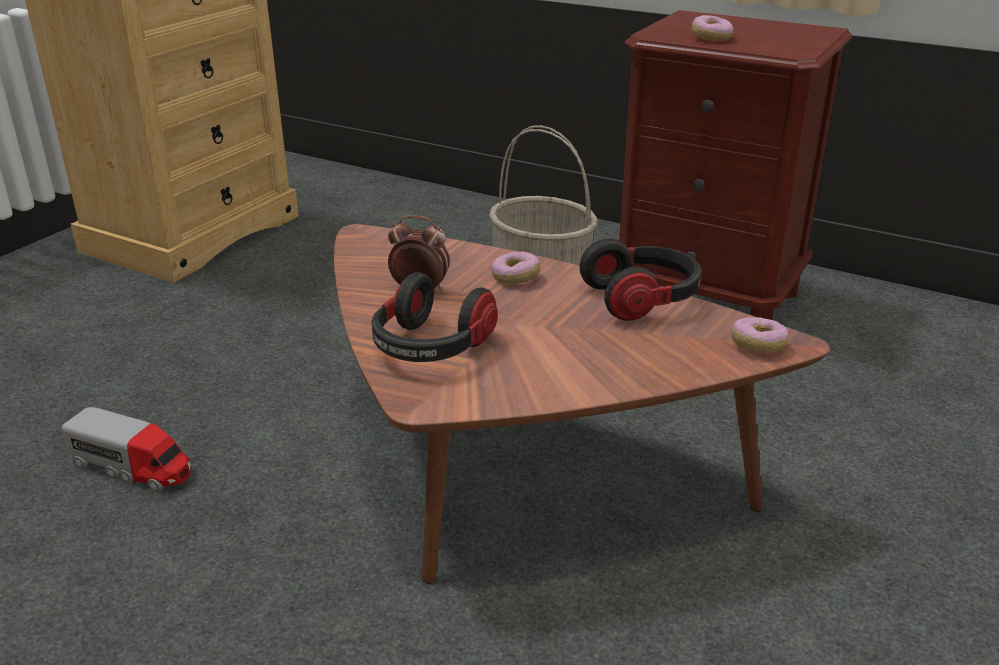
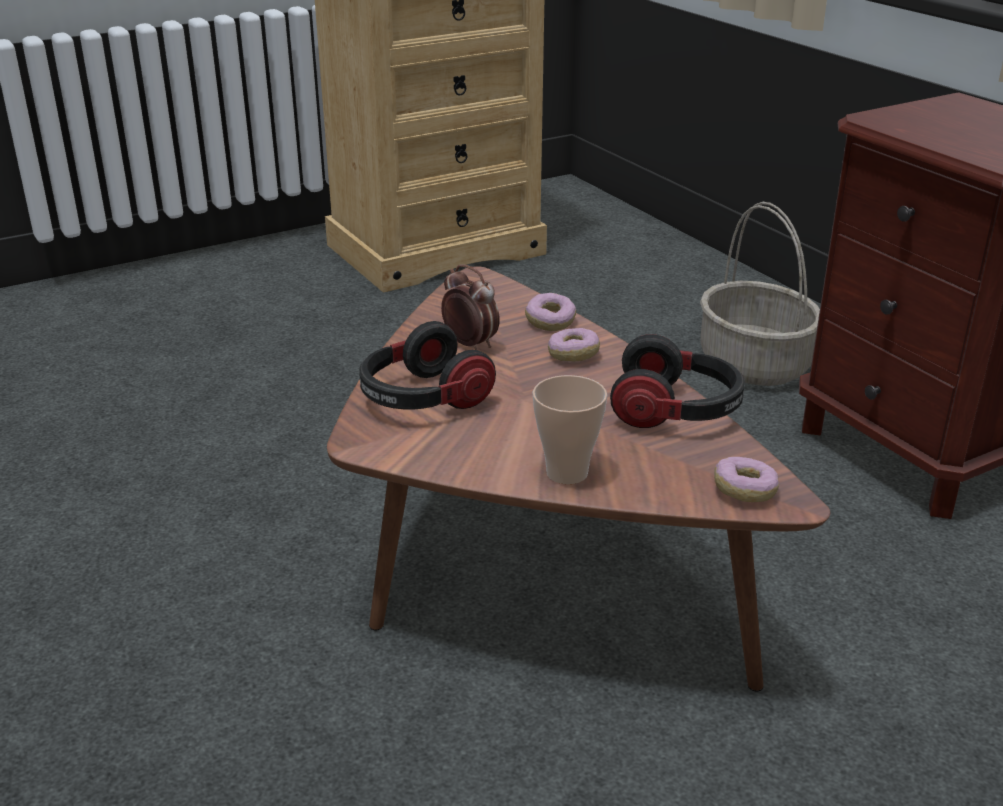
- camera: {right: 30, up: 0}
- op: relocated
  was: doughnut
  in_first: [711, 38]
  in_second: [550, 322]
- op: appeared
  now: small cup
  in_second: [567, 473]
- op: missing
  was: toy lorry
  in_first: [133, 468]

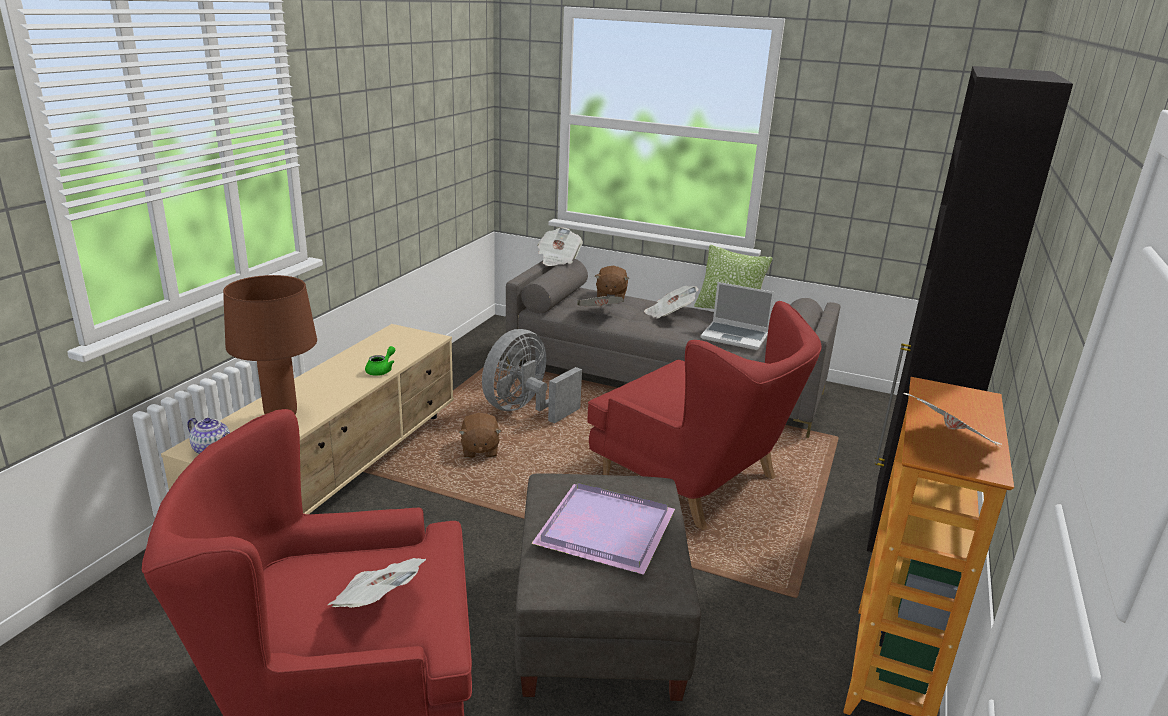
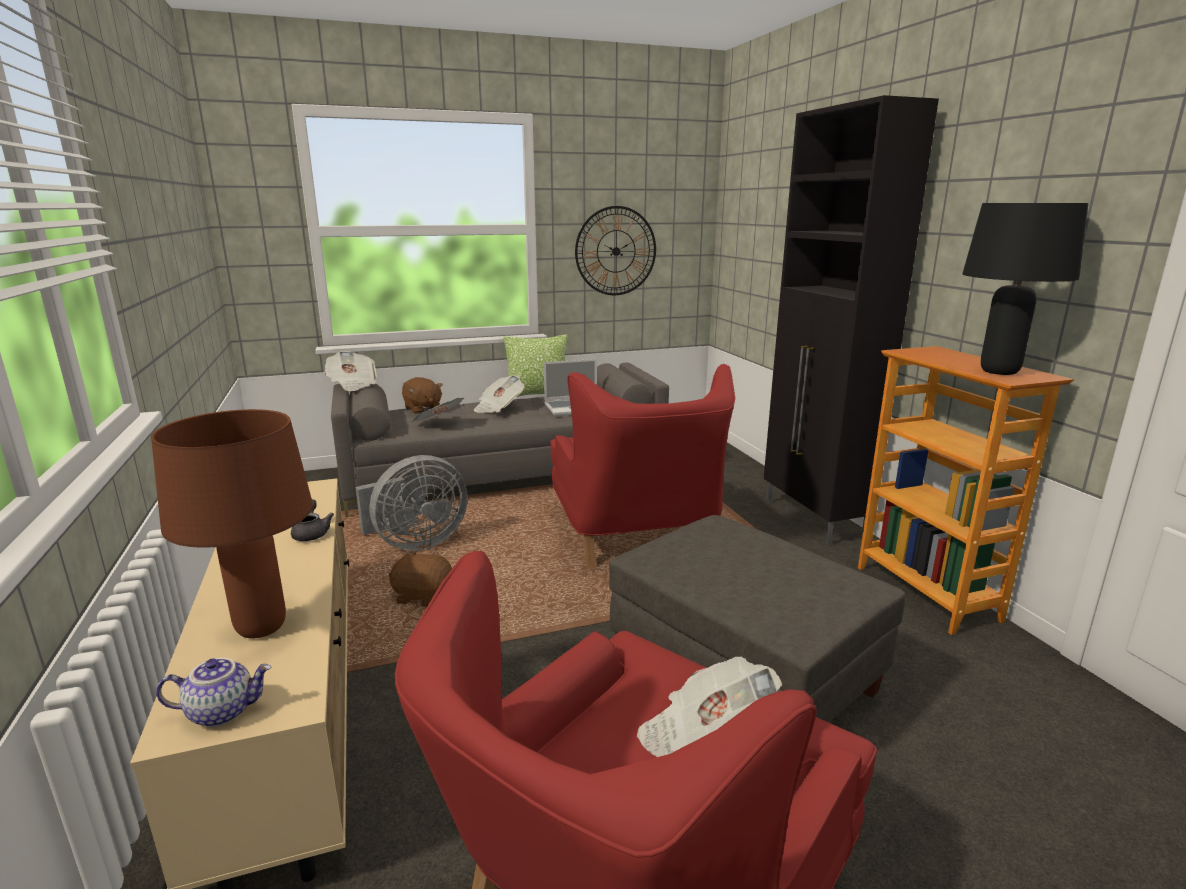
- camera: {right: -40, up: -5}
- op: colour
  was: pot for tea/green-coloured
  now: pot for tea/grey
  in_first: [381, 370]
  in_second: [312, 533]
- op: spun
  was: electric fan/grey
  in_first: [525, 409]
  in_second: [415, 543]
  clockwise: -120
- op: spun
  was: cuddly toy/brown-coloured
  in_first: [479, 450]
  in_second: [422, 596]
  clockwise: 150
- op: spun
  was: lounge chair/red
  in_first: [693, 480]
  in_second: [636, 536]
  clockwise: 75
- op: appeared
  now: clock on the wall
  in_second: [616, 251]
- op: exchanged
  was: printed paper
  now: tabletop lamp/black
  in_first: [950, 445]
  in_second: [999, 371]
- op: missing
  was: carrying tray/purple-coloured
  in_first: [602, 530]

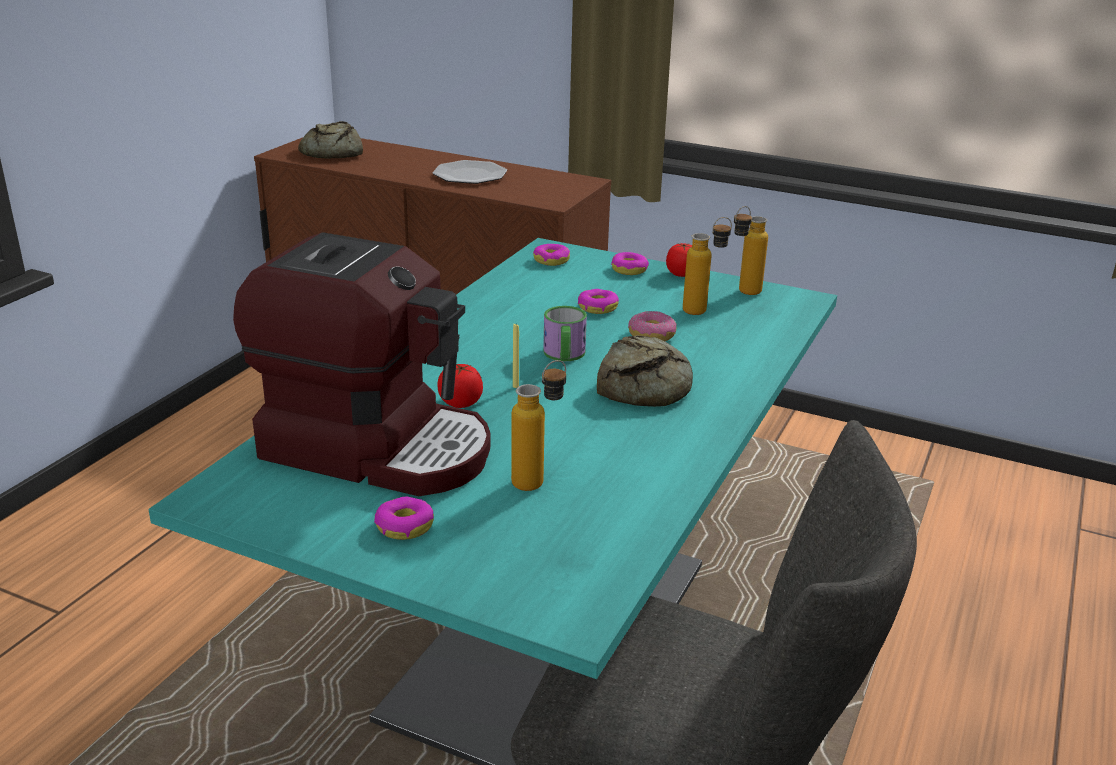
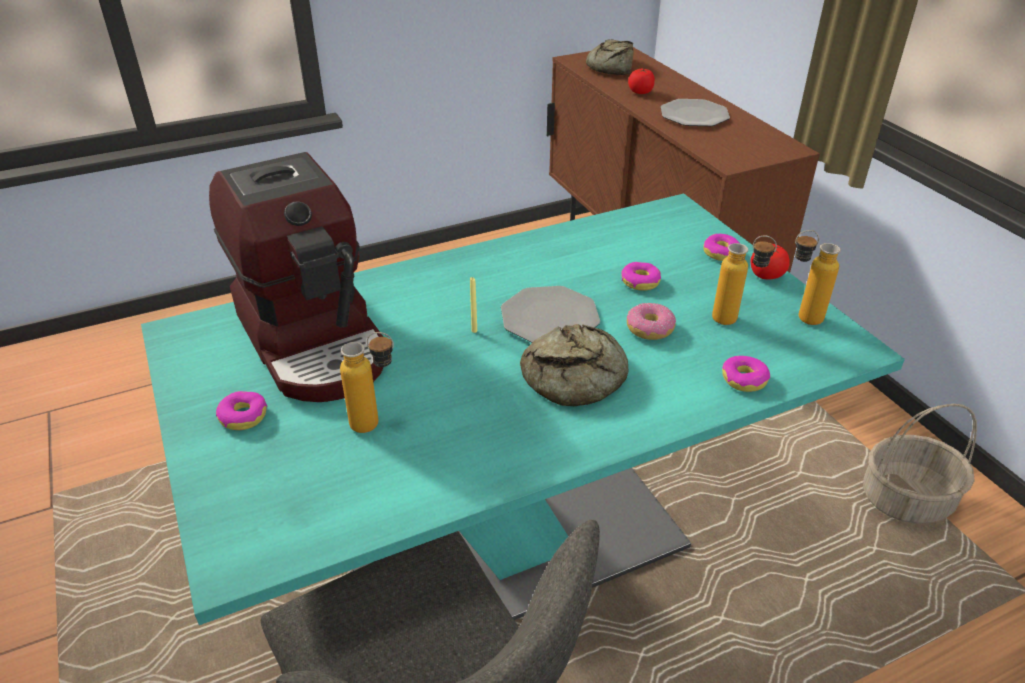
- camera: {right: 40, up: 10}
- op: exchanged
  was: mug
  now: plate
  in_first: [564, 355]
  in_second: [549, 318]
- op: relocated
  was: fresh tomato
  in_first: [460, 402]
  in_second: [640, 92]
- op: relocated
  was: doughnut
  in_first: [551, 260]
  in_second: [744, 379]
- op: appeared
  now: storage basket
  in_second: [906, 500]

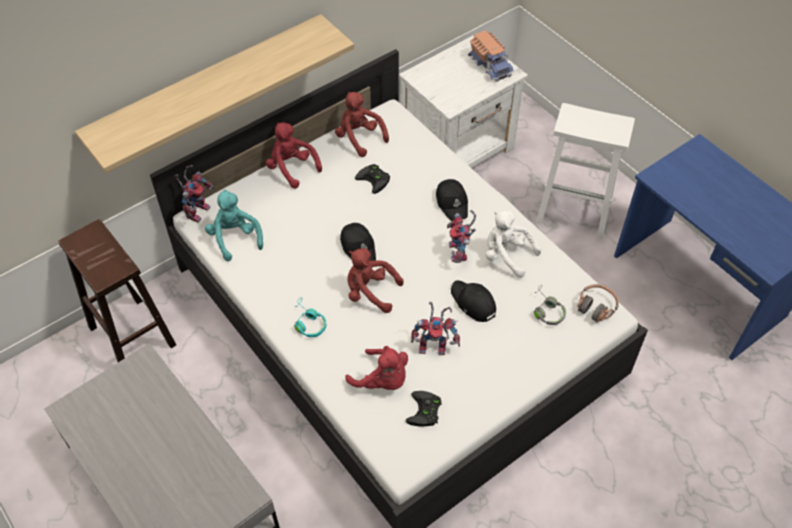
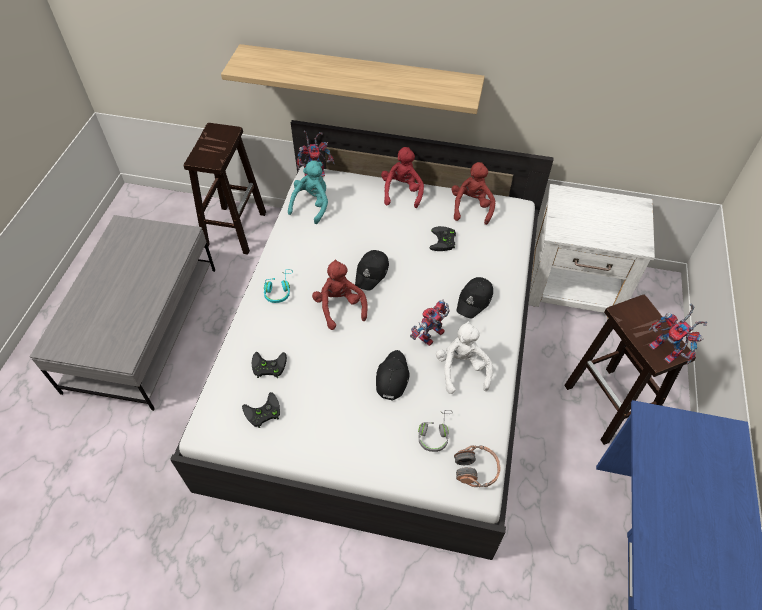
- camera: {right: 50, up: 0}
- op: exchanged
  was: cuddly toy/red
  now: gamepad/black
  in_first: [382, 380]
  in_second: [267, 367]
- op: colour
  was: stool/white-coloured
  now: stool/brown-coloured
  in_first: [575, 211]
  in_second: [608, 405]
- op: relocated
  was: toy robot
  in_first: [435, 345]
  in_second: [667, 351]
- op: missing
  was: toy lorry
  in_first: [490, 65]

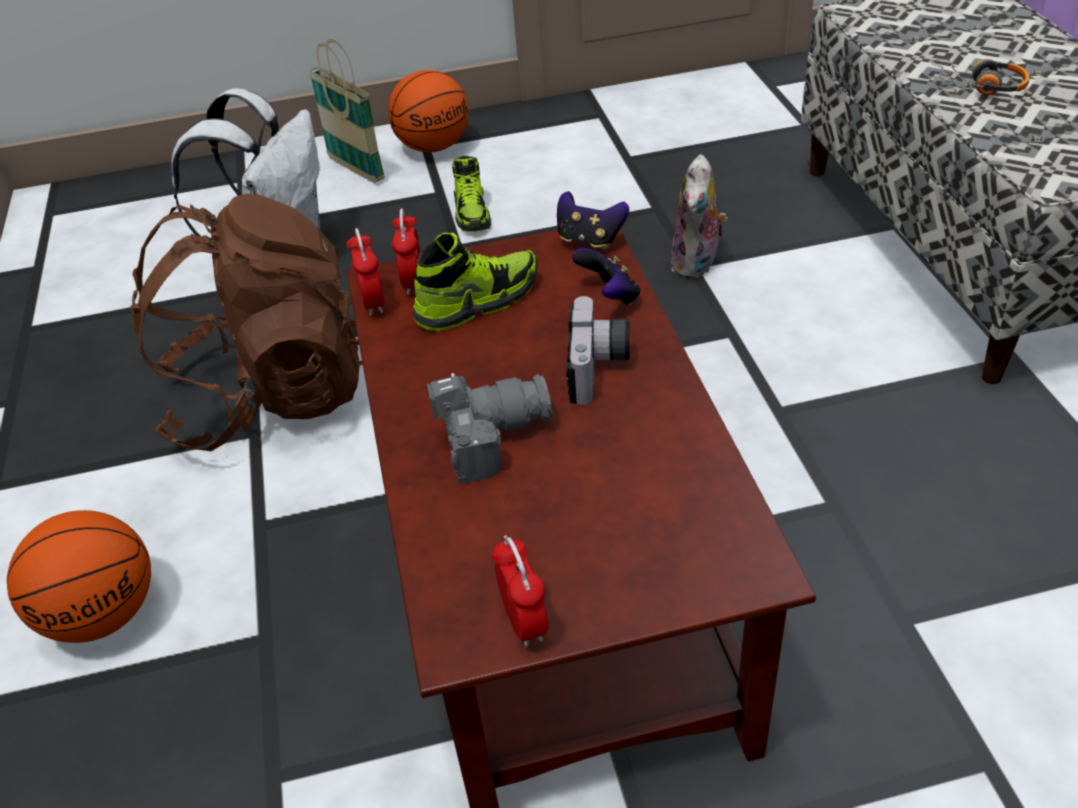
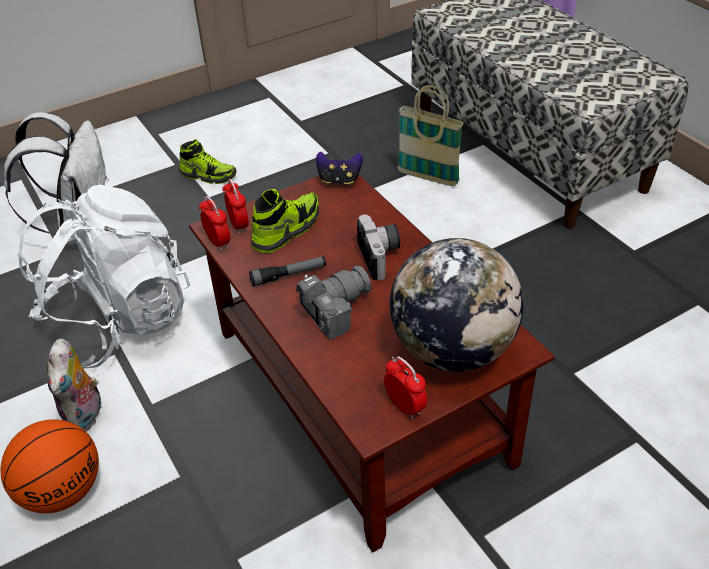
- camera: {right: -20, up: 0}
- op: colour
  was: rucksack/brown-coloured
  now: rucksack/white-coloured
  in_first: [271, 395]
  in_second: [118, 322]
- op: relocated
  was: cuddly toy
  in_first: [697, 264]
  in_second: [86, 416]
- op: spun
  was: low shoe
  in_first: [472, 213]
  in_second: [208, 175]
  clockwise: -45
- op: appeared
  now: hand torch
  in_second: [289, 275]
- op: appeared
  now: world globe
  in_second: [452, 349]
- op: relocated
  was: storage basket
  in_first: [356, 169]
  in_second: [428, 177]
- op: missing
  was: basketball
  in_first: [434, 146]
- op: missing
  was: gamepad
  in_first: [609, 296]
- op: missing
  was: headphones
  in_first: [977, 88]

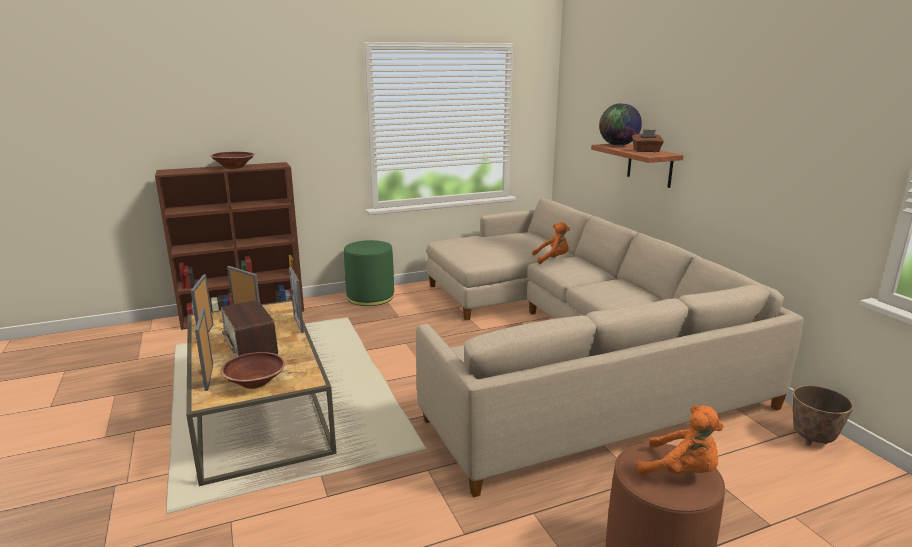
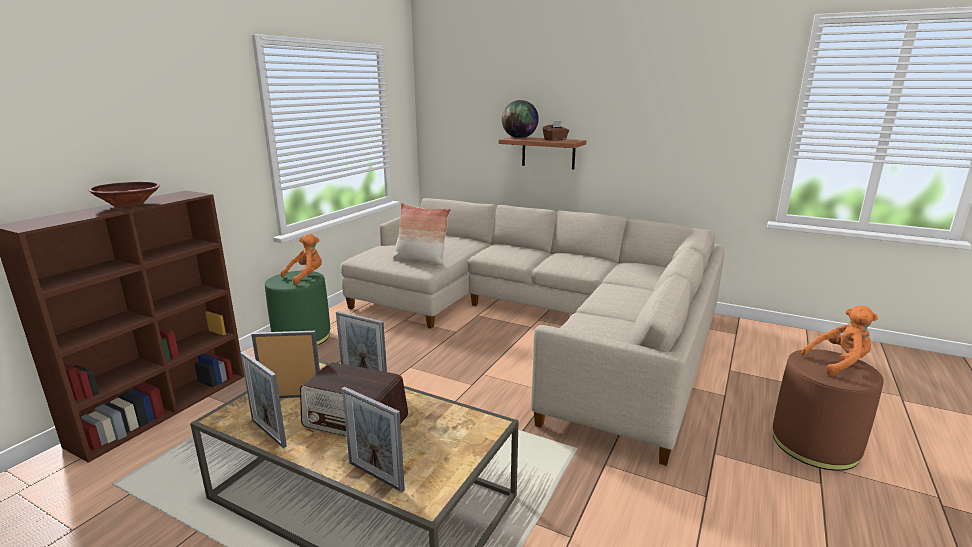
- camera: {right: -40, up: 0}
- op: relocated
  was: cuddly toy/orange-coloured
  in_first: [552, 259]
  in_second: [306, 276]
- op: appeared
  now: pillow
  in_second: [421, 260]
- op: missing
  was: bowl/brown-coloured
  in_first: [255, 382]
- op: missing
  was: plant pot
  in_first: [813, 439]

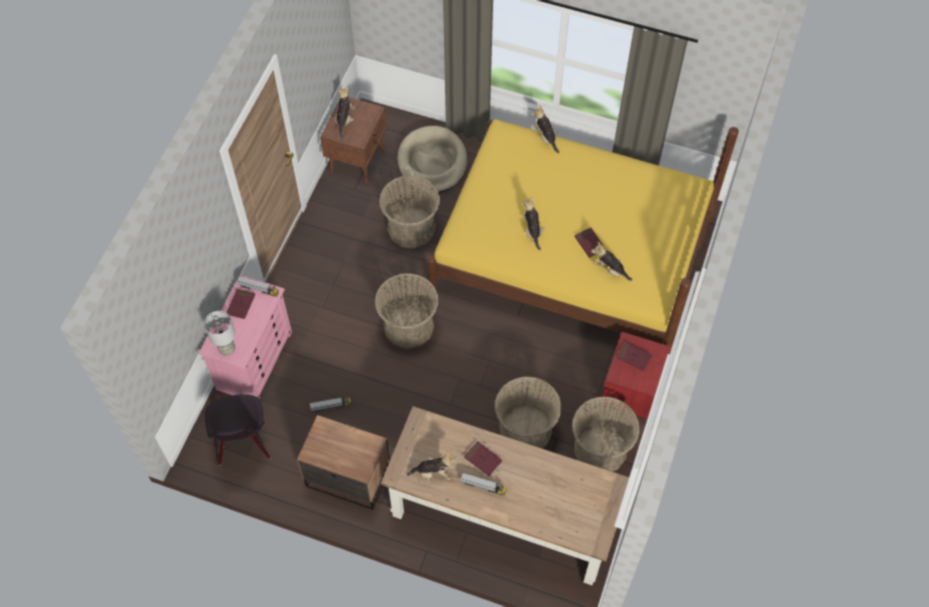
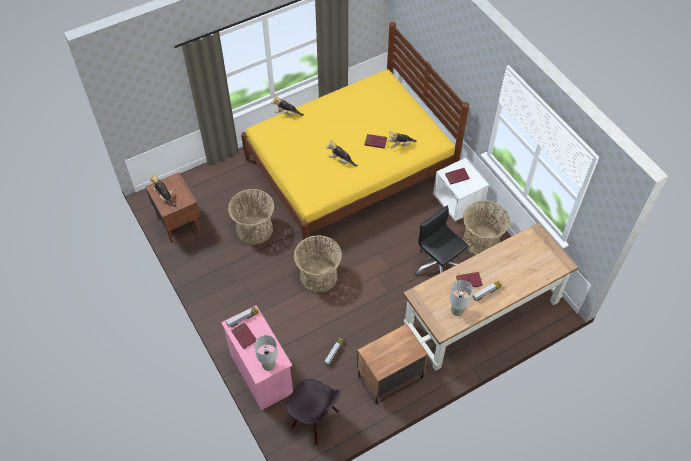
- camera: {right: -50, up: -5}
- op: exchanged
  was: storage basket
  now: office chair/black
  in_first: [525, 429]
  in_second: [438, 266]
- op: colour
  was: night table/red
  now: night table/white-coloured
  in_first: [631, 389]
  in_second: [458, 202]
- op: exchanged
  was: cuddly toy
  now: tabletop lamp/grey
  in_first: [434, 473]
  in_second: [457, 311]
- op: missing
  was: pet bed/sand-coloured
  in_first: [432, 162]

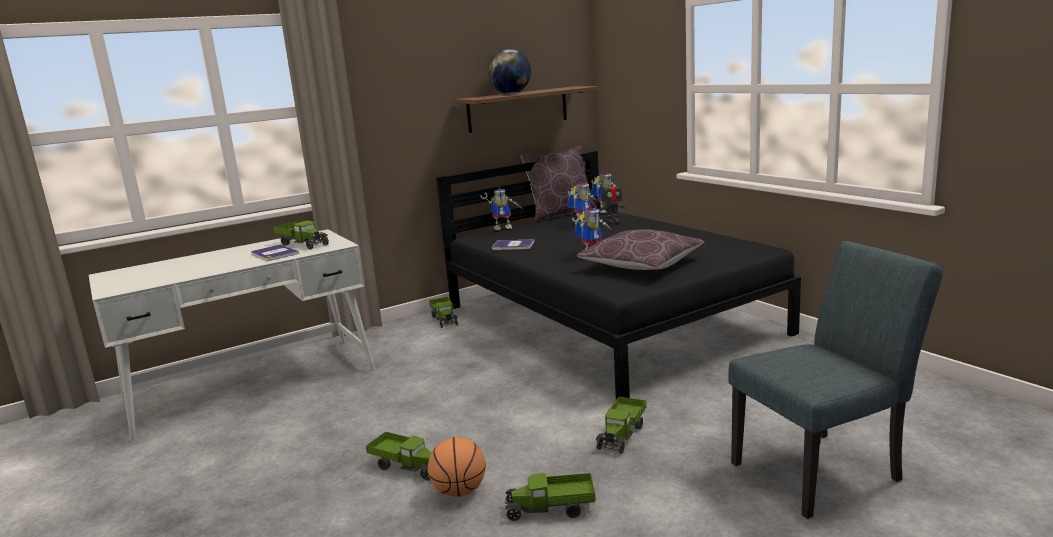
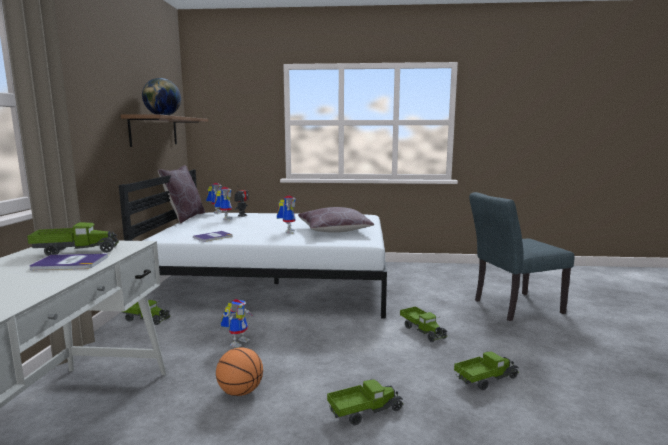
- camera: {right: -55, up: -5}
- op: colour
  was: bedroom bed/black
  now: bedroom bed/white-coloured
  in_first: [608, 319]
  in_second: [274, 283]
- op: relocated
  was: basketball
  in_first: [459, 491]
  in_second: [240, 392]
- op: relocated
  was: toy robot
  in_first: [504, 227]
  in_second: [238, 341]
- op: spun
  was: toy lorry
  in_first: [551, 509]
  in_second: [485, 379]
  clockwise: -150
- op: spun
  was: upright chair/grey
  in_first: [825, 469]
  in_second: [512, 307]
  clockwise: -120

